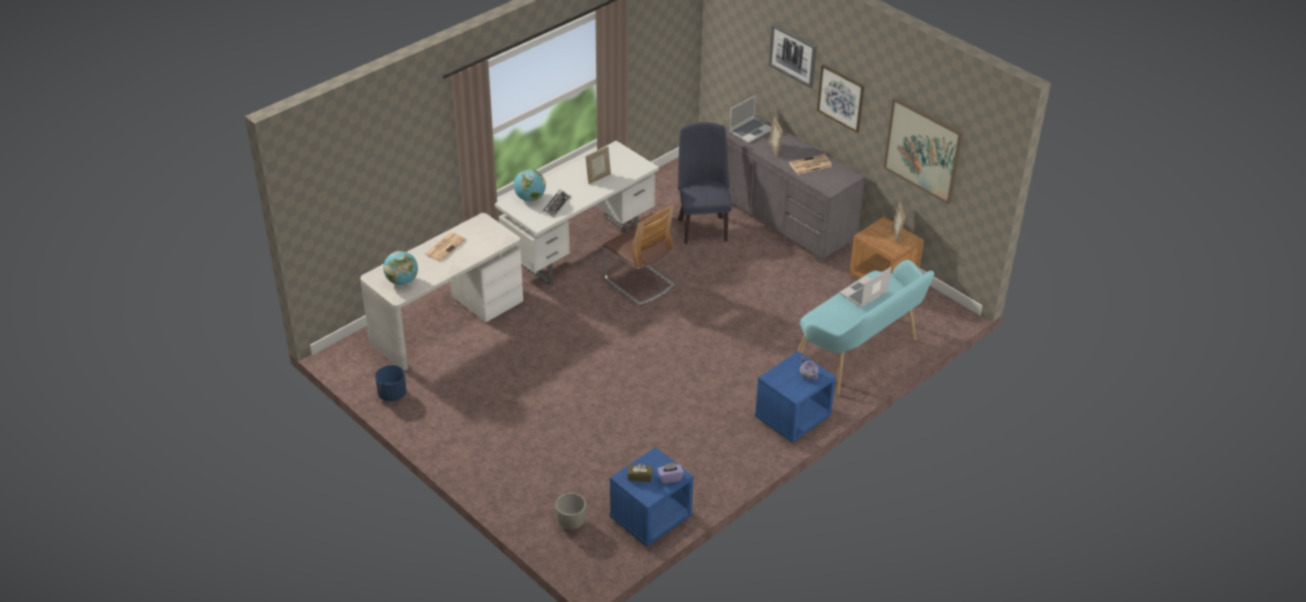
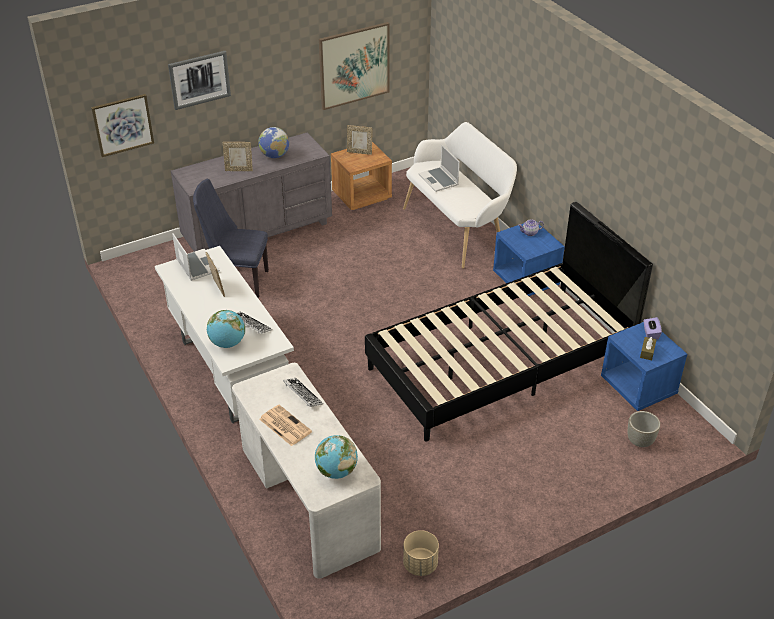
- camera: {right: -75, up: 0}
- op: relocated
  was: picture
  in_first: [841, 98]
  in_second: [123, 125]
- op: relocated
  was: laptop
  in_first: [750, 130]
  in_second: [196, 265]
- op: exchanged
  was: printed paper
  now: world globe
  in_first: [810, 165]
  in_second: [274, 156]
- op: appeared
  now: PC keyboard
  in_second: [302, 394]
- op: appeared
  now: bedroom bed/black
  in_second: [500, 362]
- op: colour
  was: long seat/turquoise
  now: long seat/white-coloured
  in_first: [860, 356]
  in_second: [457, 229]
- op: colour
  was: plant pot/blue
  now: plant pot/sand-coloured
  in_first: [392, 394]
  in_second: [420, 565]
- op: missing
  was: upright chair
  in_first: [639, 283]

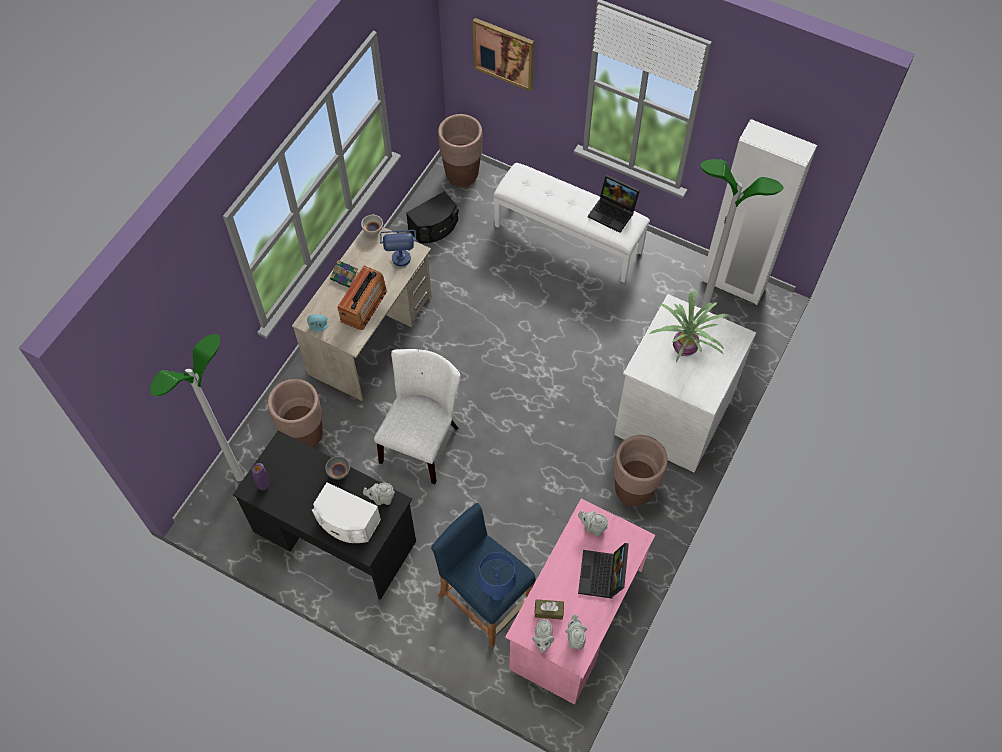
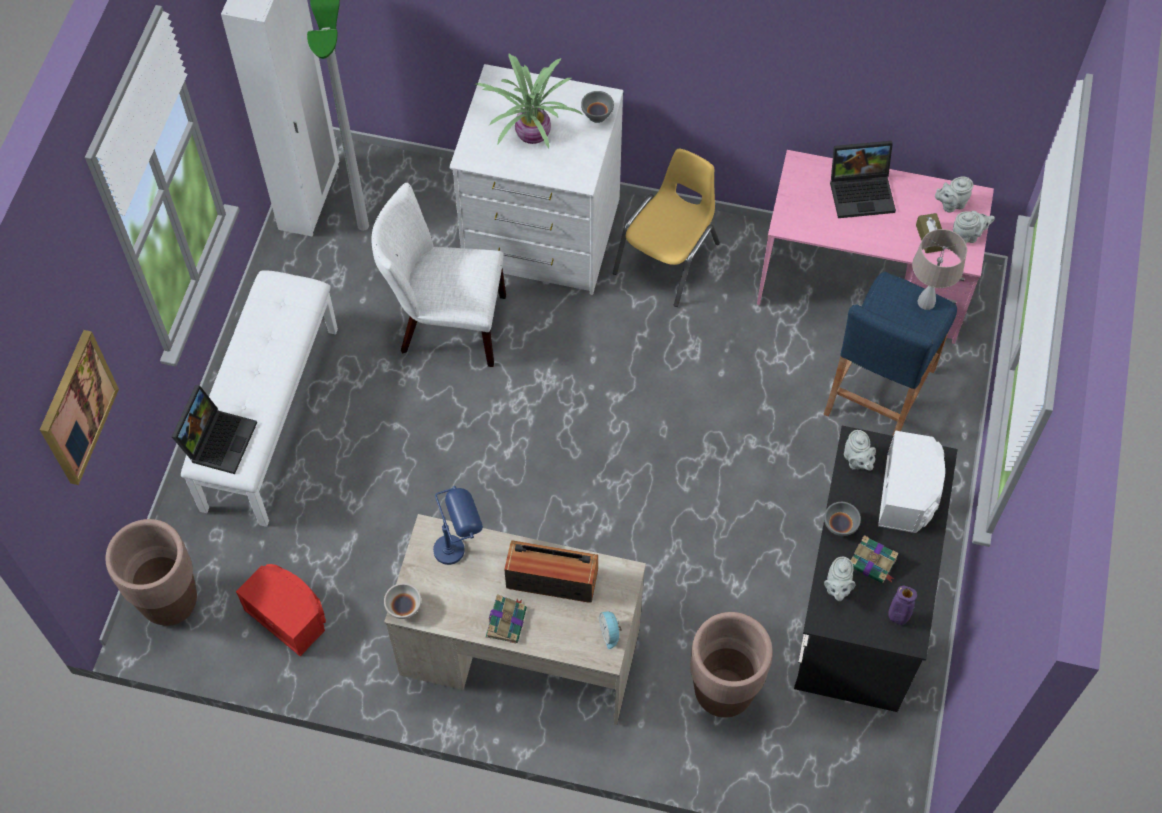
- camera: {right: -105, up: 0}
- op: relocated
  was: laptop
  in_first: [613, 212]
  in_second: [218, 439]
- op: colour
  was: audio speaker/black
  now: audio speaker/red
  in_first: [434, 228]
  in_second: [289, 615]
- op: relocated
  was: upright chair/white-coloured
  in_first: [422, 440]
  in_second: [445, 324]
- op: appeared
  now: bowl/grey
  in_second: [596, 115]
- op: exchanged
  was: plant pot/brown-coloured
  now: upright chair/yellow
  in_first: [633, 491]
  in_second: [668, 259]
- op: relocated
  was: pot for tea/grey
  in_first: [593, 527]
  in_second: [837, 588]
- op: appeared
  now: volume
  in_second: [873, 563]
- op: colour
  was: tabletop lamp/blue
  now: tabletop lamp/sand-coloured
  in_first: [497, 593]
  in_second: [925, 302]
- op: missing
  was: standard lamp
  in_first: [239, 477]

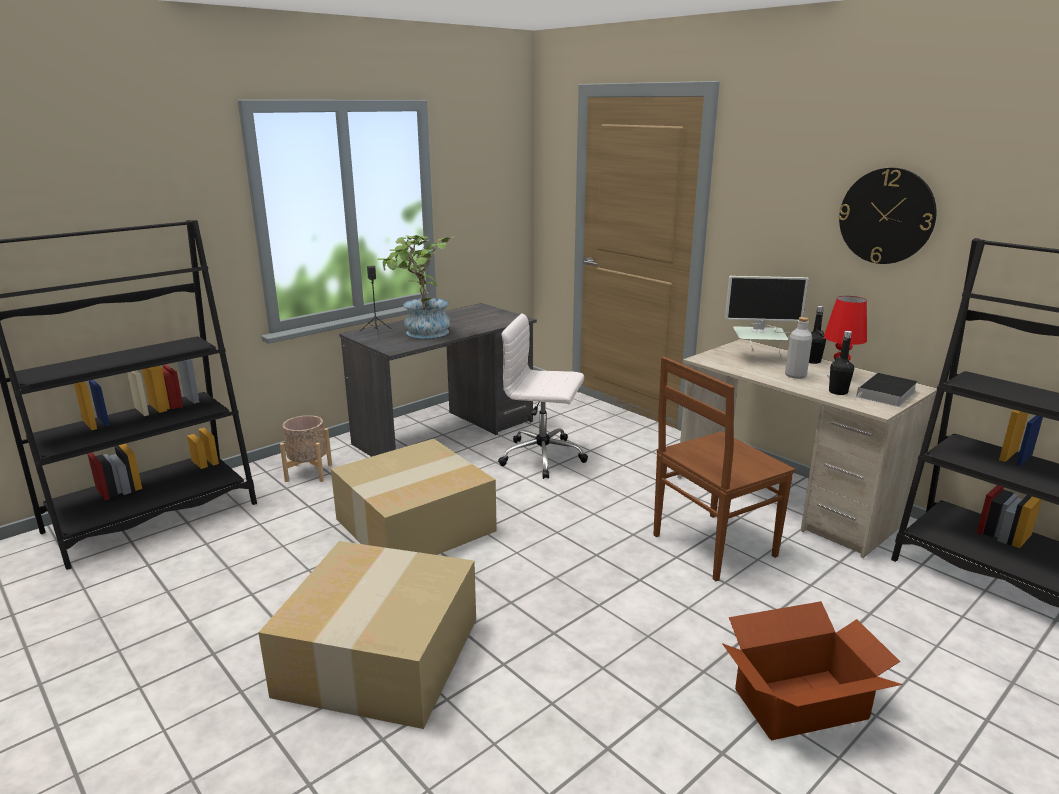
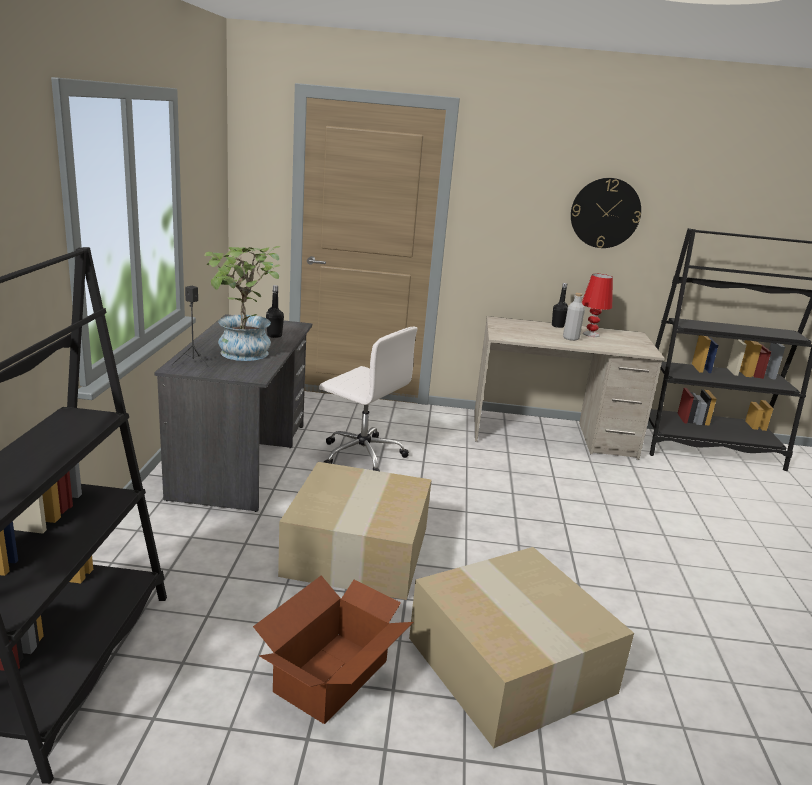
- camera: {right: -45, up: 0}
- op: relocated
  was: packing box
  in_first: [802, 705]
  in_second: [333, 676]
- op: relocated
  was: bottle/black
  in_first: [838, 392]
  in_second: [274, 335]
- op: spun
  was: office chair/white-coloured
  in_first: [544, 457]
  in_second: [361, 455]
  clockwise: -120
- op: missing
  was: plant pot/sand-coloured
  in_first: [308, 472]
- op: missing
  was: upright chair/brown-coloured
  in_first: [711, 546]
- op: missing
  was: monitor
  in_first: [757, 358]
- op: missing
  was: volume
  in_first: [886, 394]

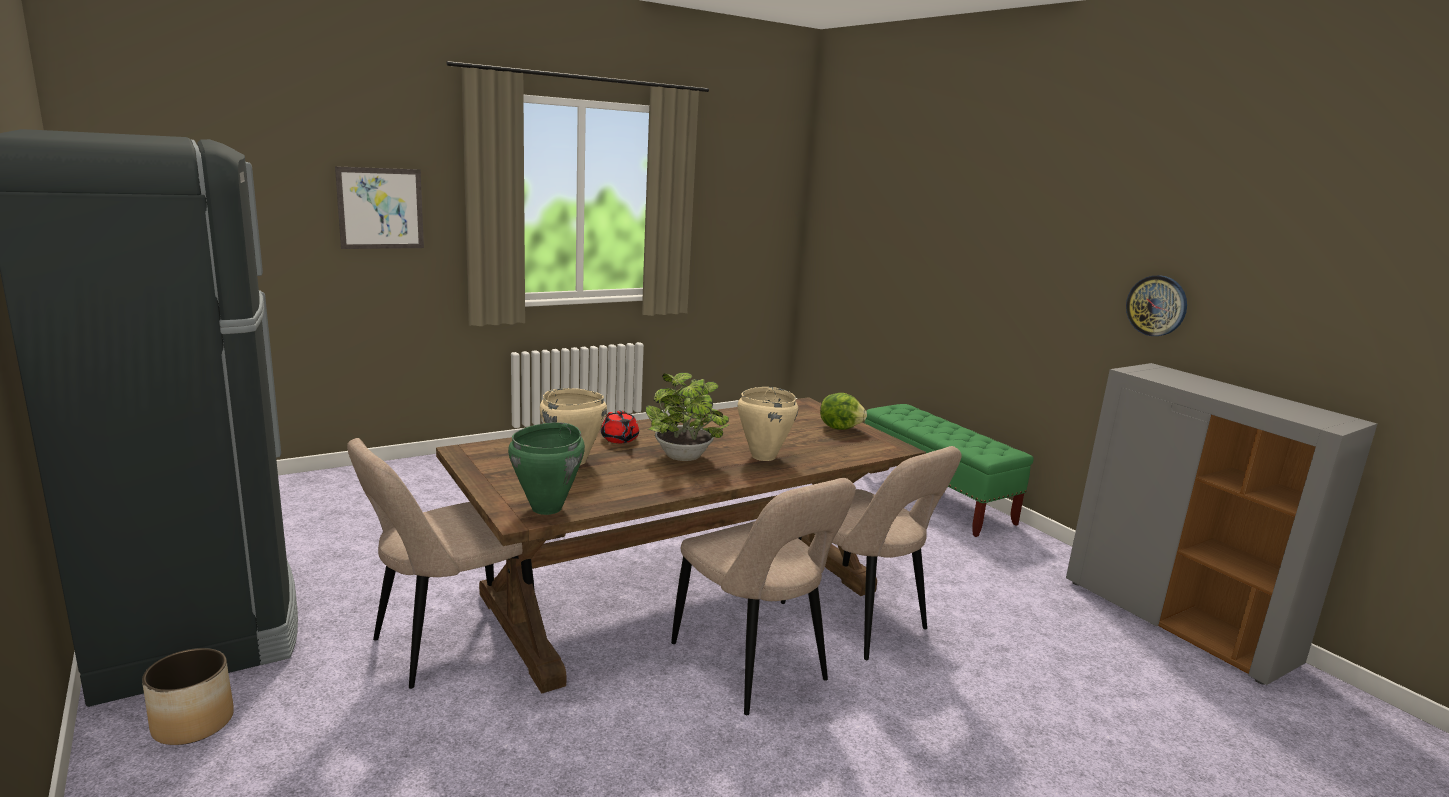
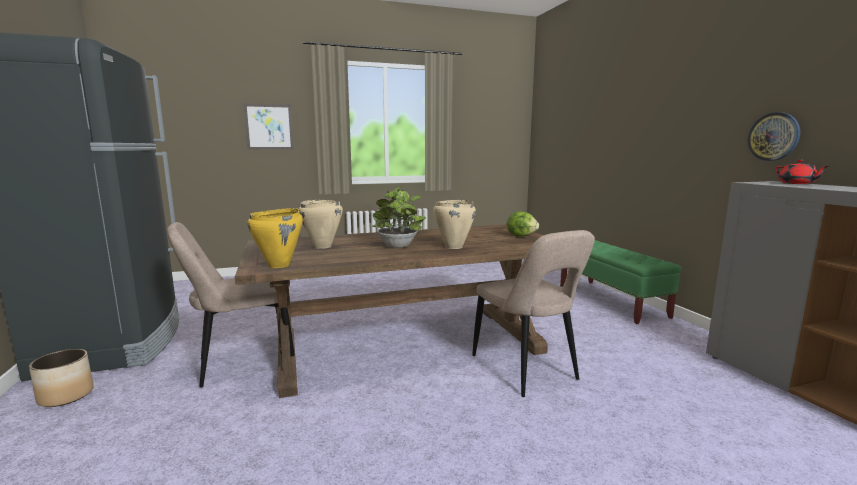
- camera: {right: 15, up: -5}
- op: colour
  was: saucepot/green-coloured
  now: saucepot/yellow
  in_first: [547, 508]
  in_second: [279, 265]
- op: relocated
  was: pot for tea/red
  in_first: [620, 439]
  in_second: [797, 183]
- op: missing
  was: upright chair/sand-coloured
  in_first: [753, 666]

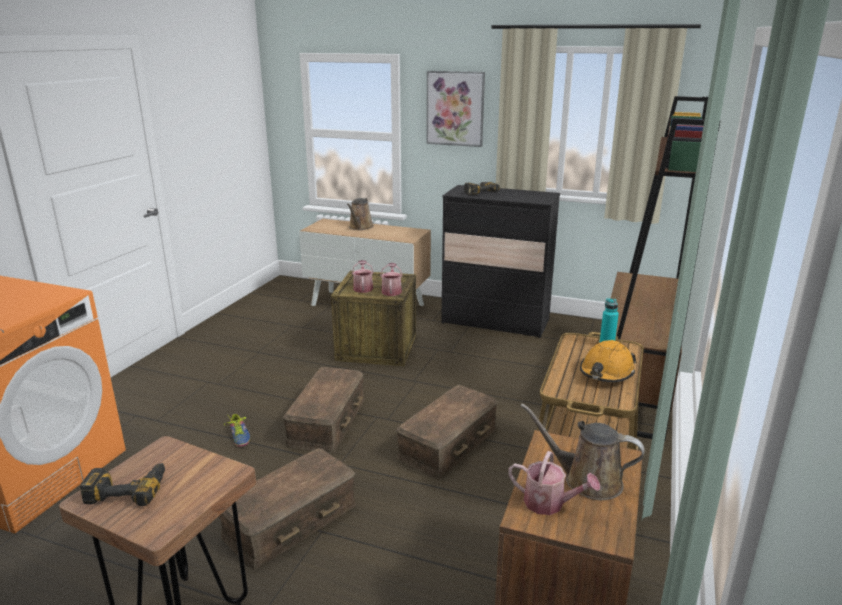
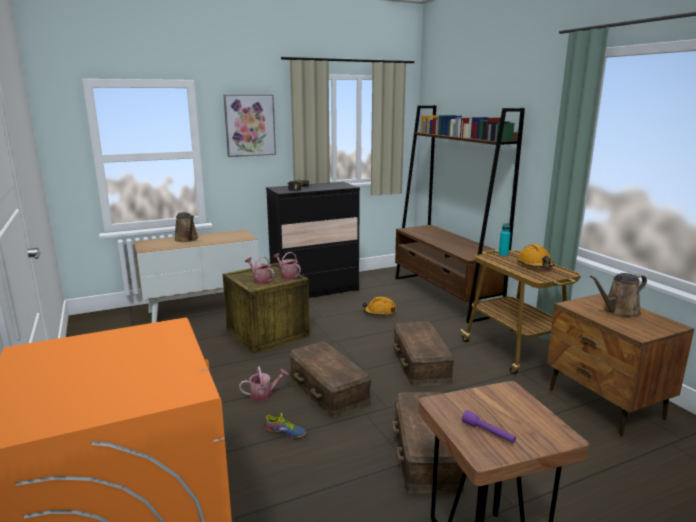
- camera: {right: -45, up: -5}
- op: relocated
  was: watering can
  in_first: [549, 503]
  in_second: [264, 394]
- op: appeared
  now: safety helmet/orange-coloured
  in_second: [379, 312]
- op: exchanged
  was: electric drill
  now: hand torch/purple-coloured
  in_first: [128, 489]
  in_second: [488, 433]

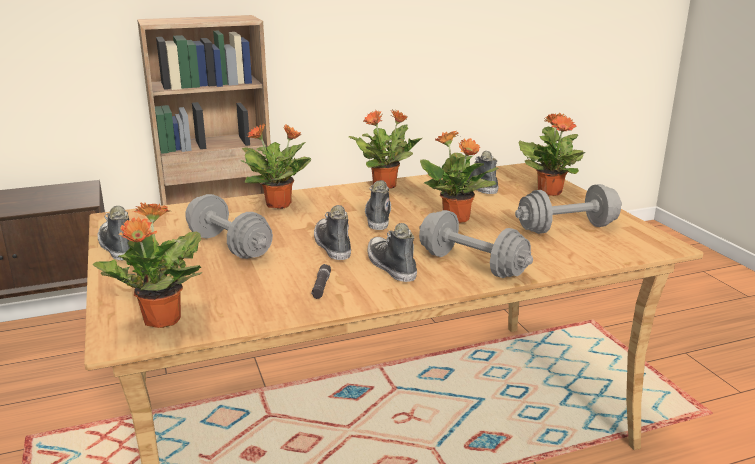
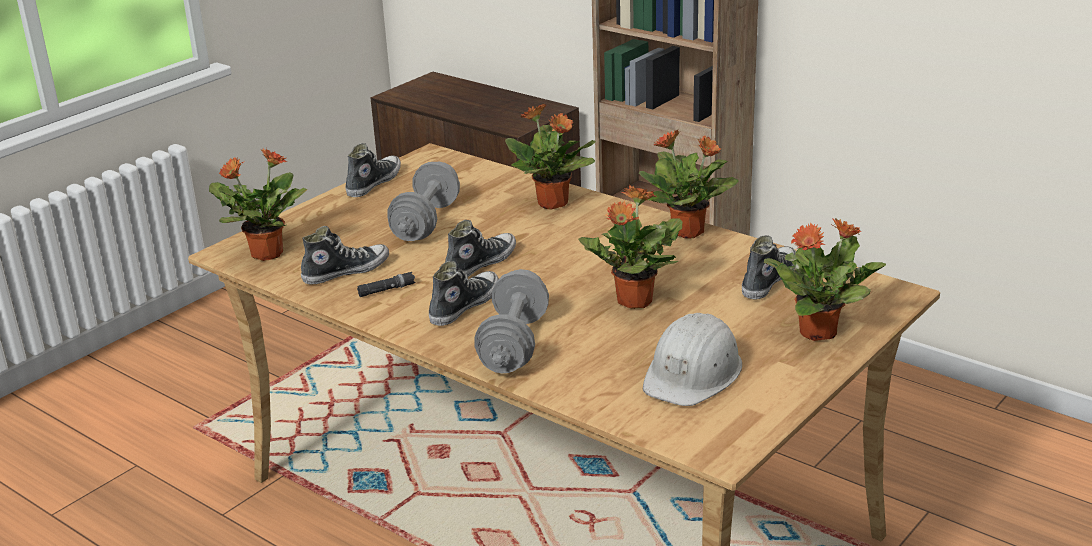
- camera: {right: 60, up: 5}
- op: relocated
  was: low shoe
  in_first: [378, 218]
  in_second: [346, 271]
- op: exchanged
  was: free weight/grey
  now: safety helmet/white-coloured
  in_first: [567, 228]
  in_second: [693, 373]

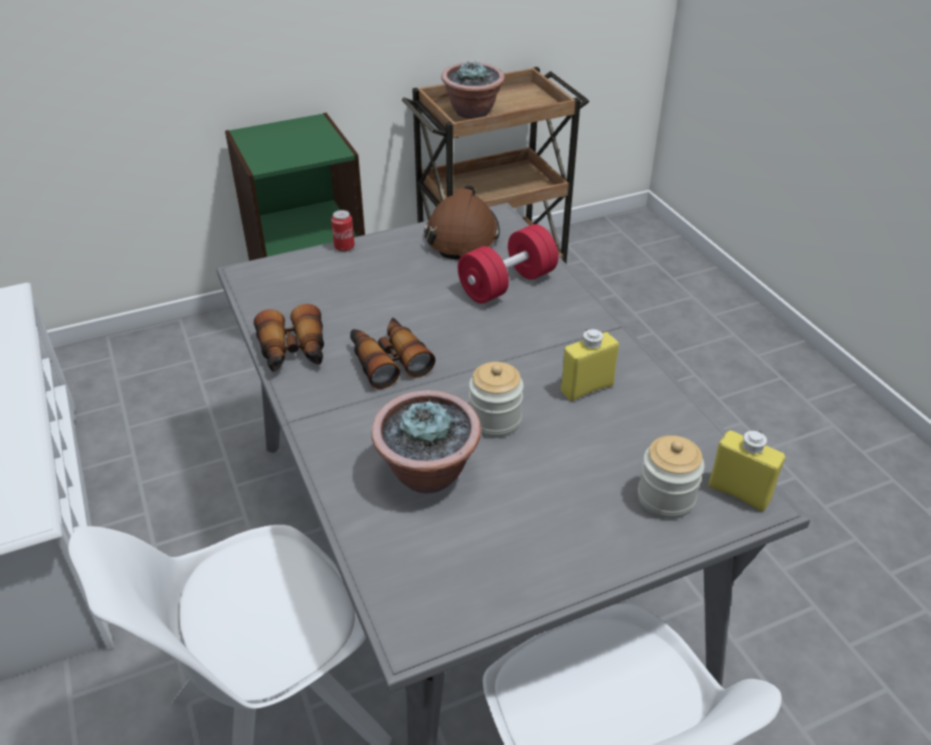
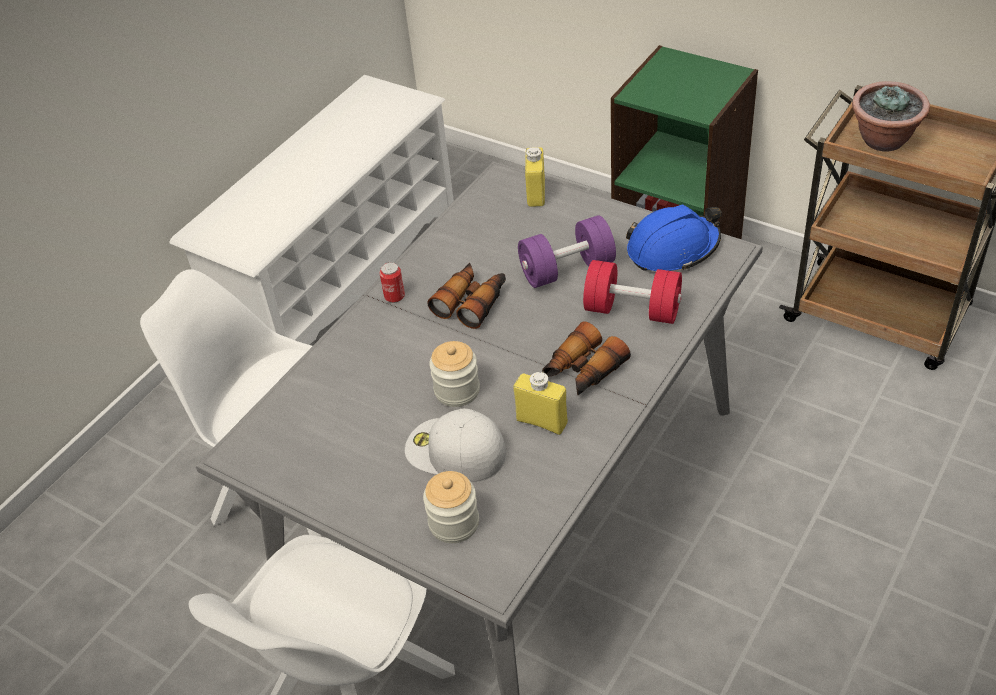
- camera: {right: 60, up: 5}
- op: relocated
  was: metal can
  in_first: [344, 247]
  in_second: [394, 296]
- op: appeared
  now: cap/white-coloured
  in_second: [454, 451]
- op: appeared
  now: free weight/purple-coloured
  in_second: [567, 269]
- op: relocated
  was: bottle/yellow
  in_first: [739, 492]
  in_second: [536, 194]
- op: relocated
  was: field glasses
  in_first: [293, 352]
  in_second: [583, 371]
- op: colour
  was: safety helmet/brown-coloured
  now: safety helmet/blue
  in_first: [462, 236]
  in_second: [673, 249]
- op: missing
  was: plant in a pot
  in_first: [428, 474]

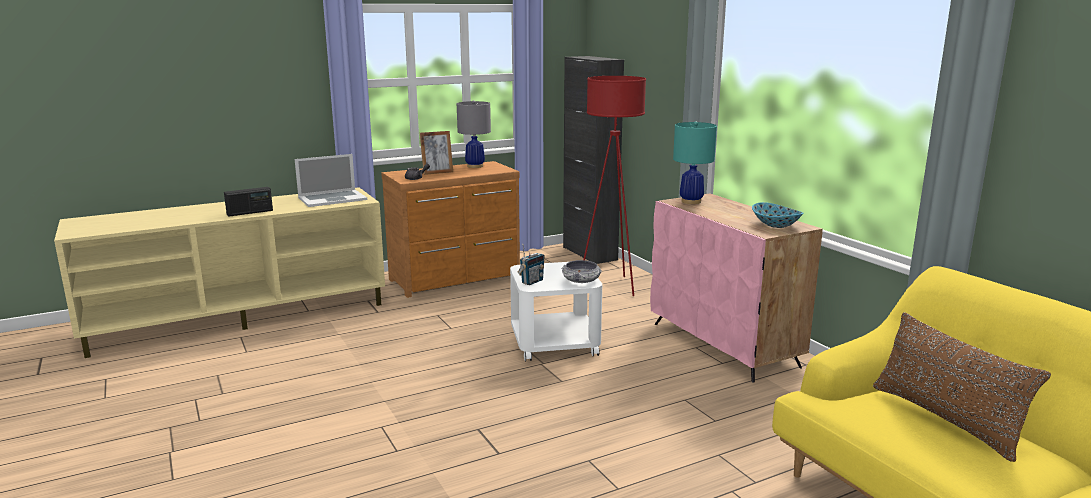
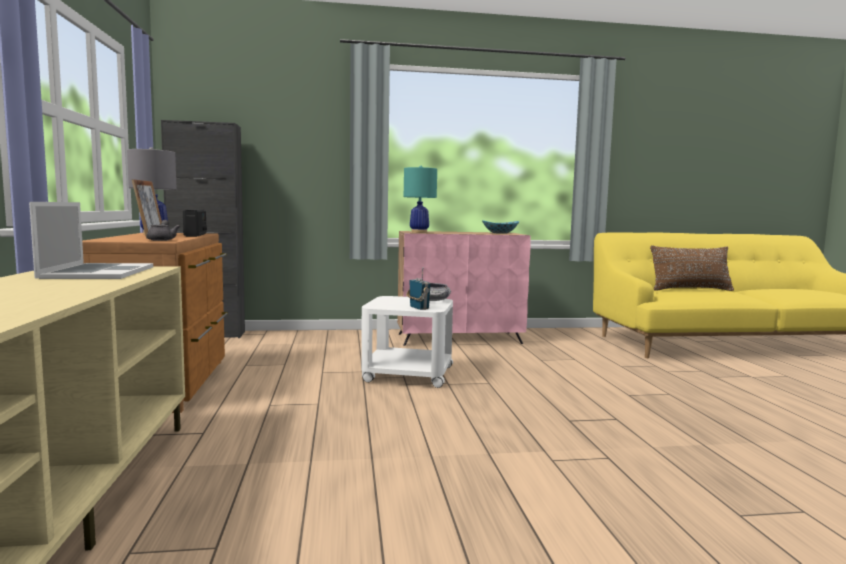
- camera: {right: -70, up: -10}
- op: relocated
  was: radio
  in_first: [250, 212]
  in_second: [196, 235]
- op: missing
  was: standard lamp/red
  in_first: [611, 286]

